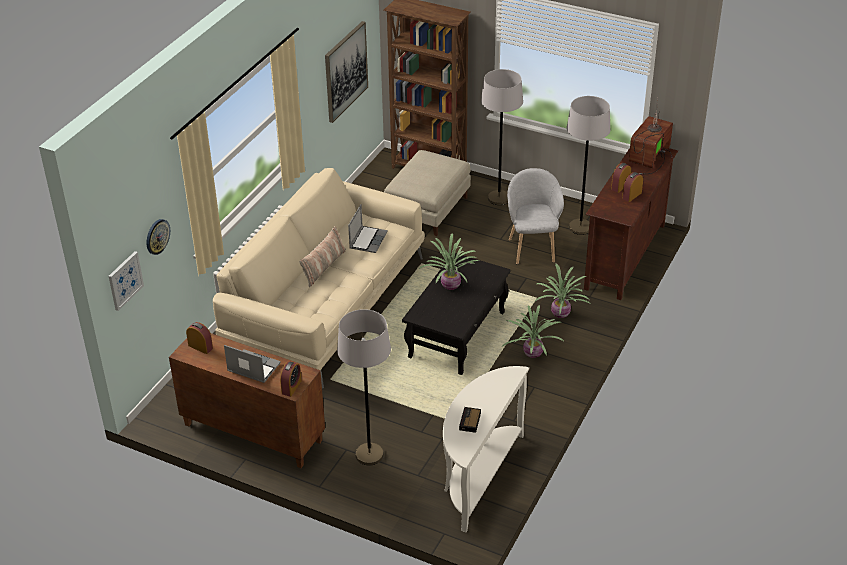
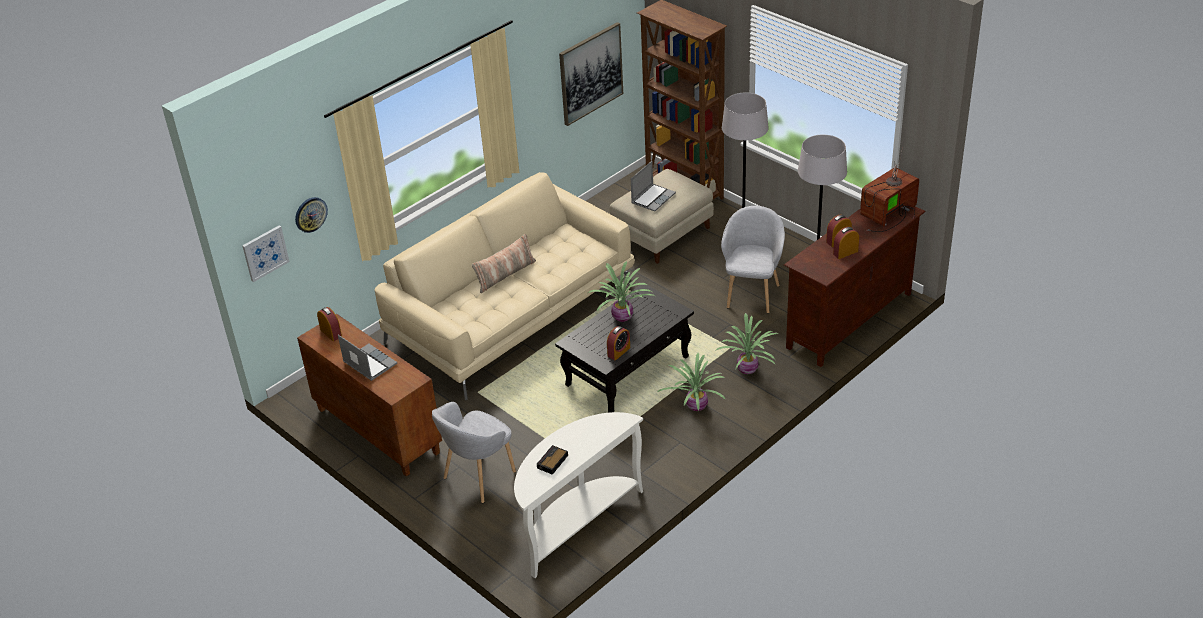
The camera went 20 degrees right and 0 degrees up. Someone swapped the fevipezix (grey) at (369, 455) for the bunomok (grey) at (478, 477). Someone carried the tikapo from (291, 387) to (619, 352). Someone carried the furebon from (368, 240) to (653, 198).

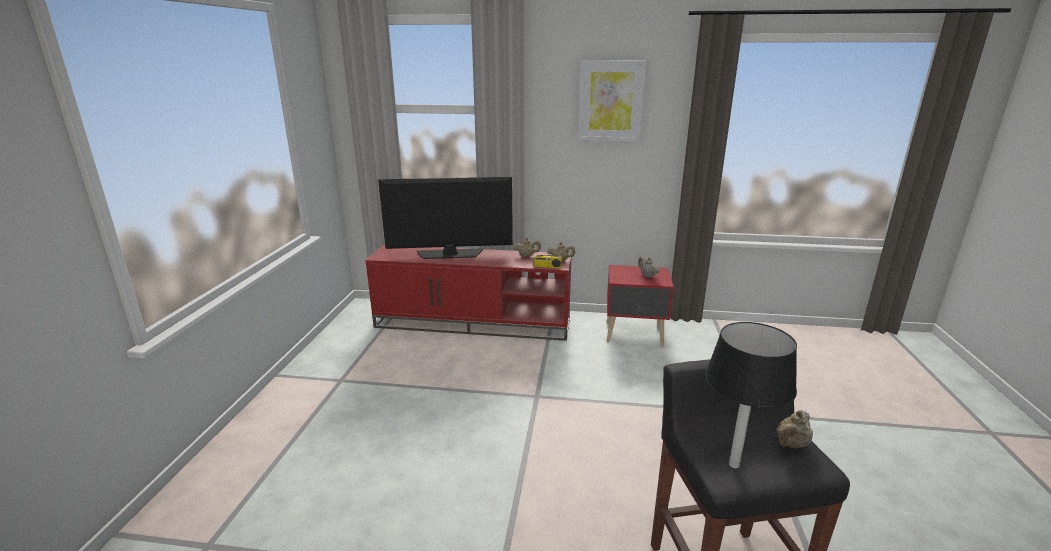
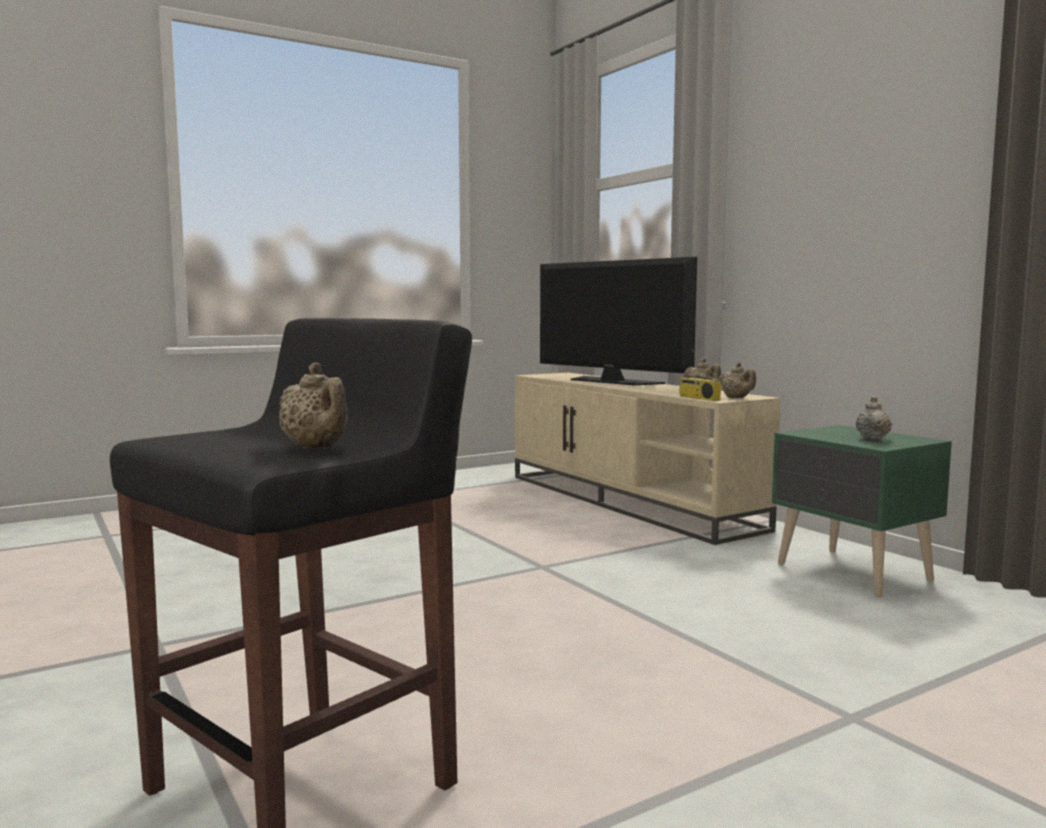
The camera went 50 degrees right and 15 degrees down. Someone rotated the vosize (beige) at (791, 444) by 135 degrees counterclockwise. Someone repainted the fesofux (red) at (474, 323), which became the fesofux (beige) at (630, 501). Someone repainted the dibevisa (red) at (635, 334), which became the dibevisa (green) at (853, 573). Someone took away the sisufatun at (610, 101). Someone took away the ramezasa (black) at (733, 464).

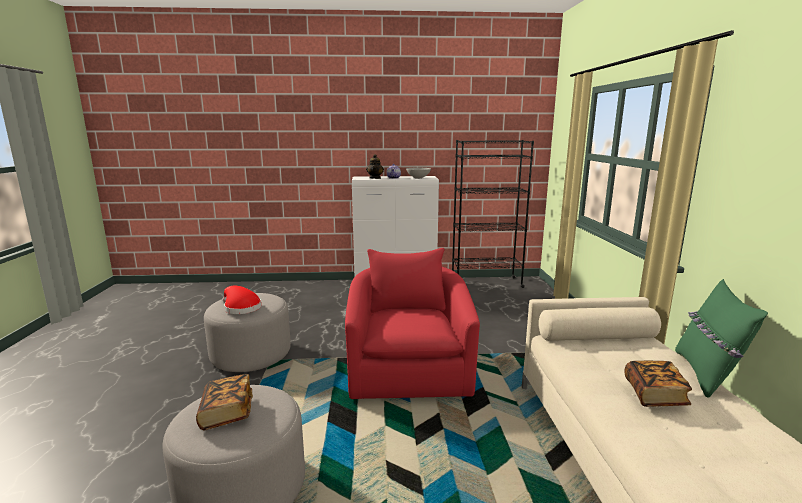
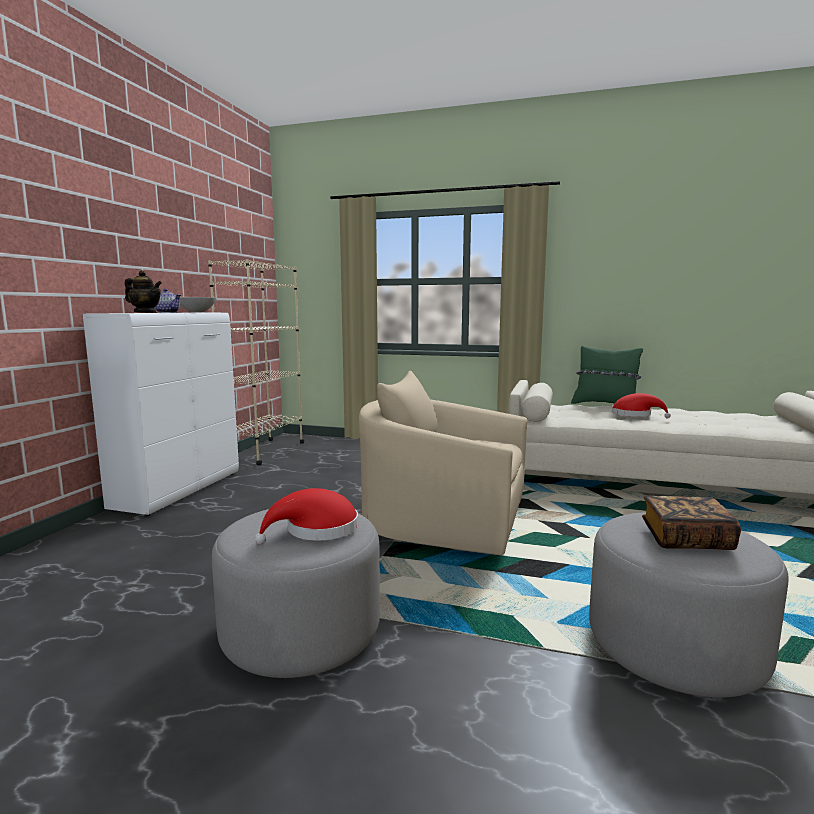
The camera went 70 degrees left and 5 degrees down. Someone repainted the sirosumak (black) at (486, 283), which became the sirosumak (beige) at (264, 452). Someone repainted the bunomok (red) at (409, 369), which became the bunomok (beige) at (443, 520). Someone swapped the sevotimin at (654, 395) for the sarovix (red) at (635, 415).

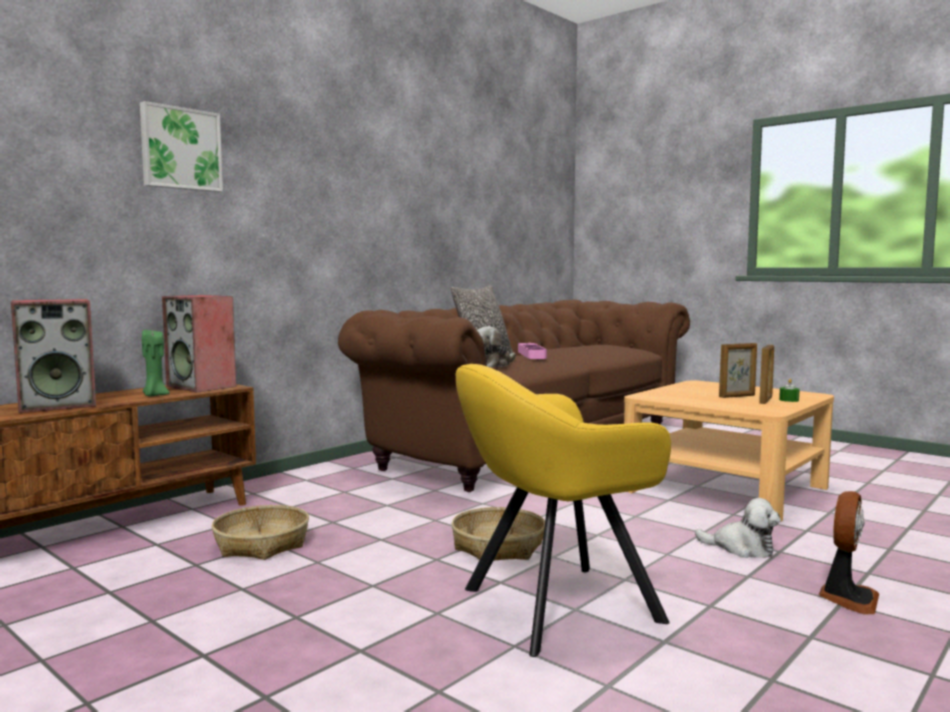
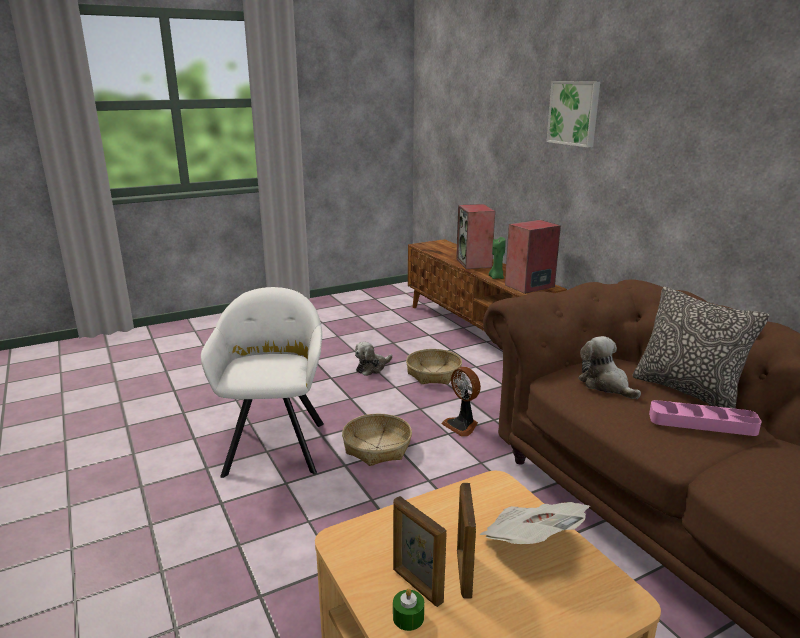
The camera went 110 degrees right and 15 degrees up. Someone repainted the bunomok (yellow) at (552, 607), which became the bunomok (white) at (276, 444). Someone carried the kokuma from (741, 548) to (372, 368). Someone carried the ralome from (847, 598) to (462, 425). Someone put down the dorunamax at (530, 542).

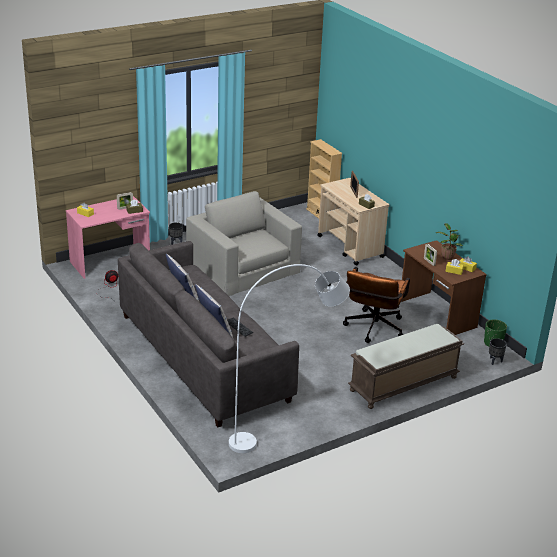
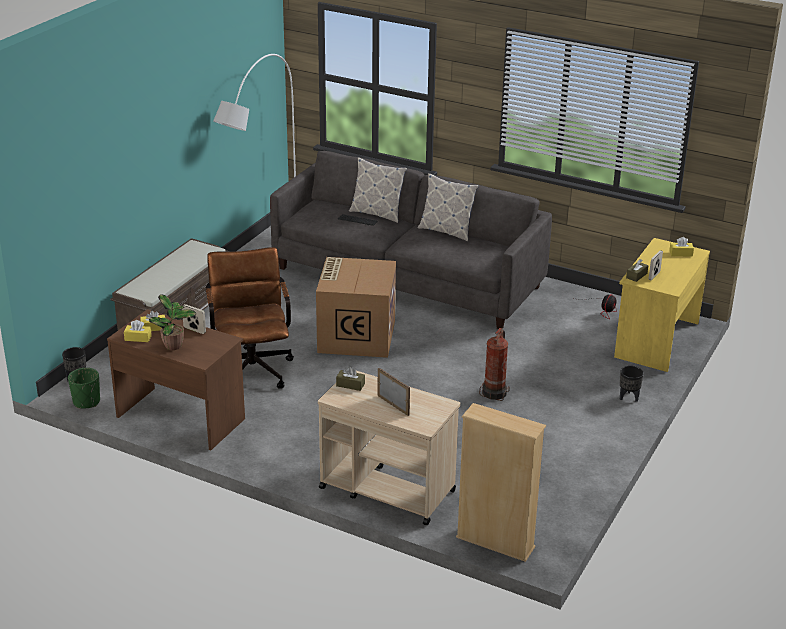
The camera went 150 degrees right and 0 degrees up. Someone put down the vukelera at (355, 336). Someone swapped the bunomok (beige) at (243, 267) for the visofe at (495, 392). Someone repainted the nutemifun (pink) at (110, 262), which became the nutemifun (yellow) at (655, 339).

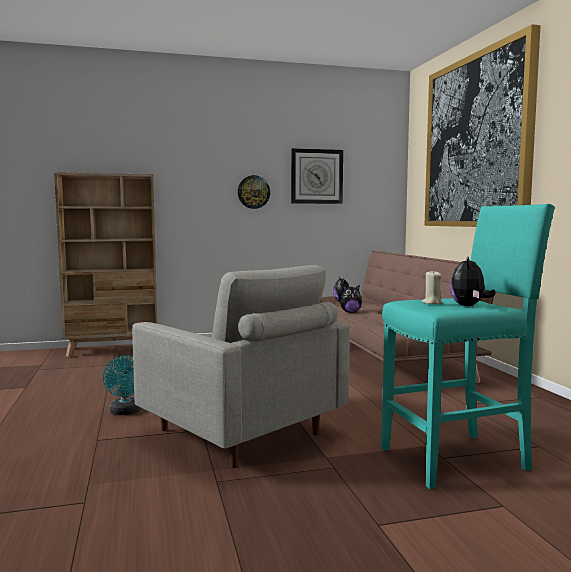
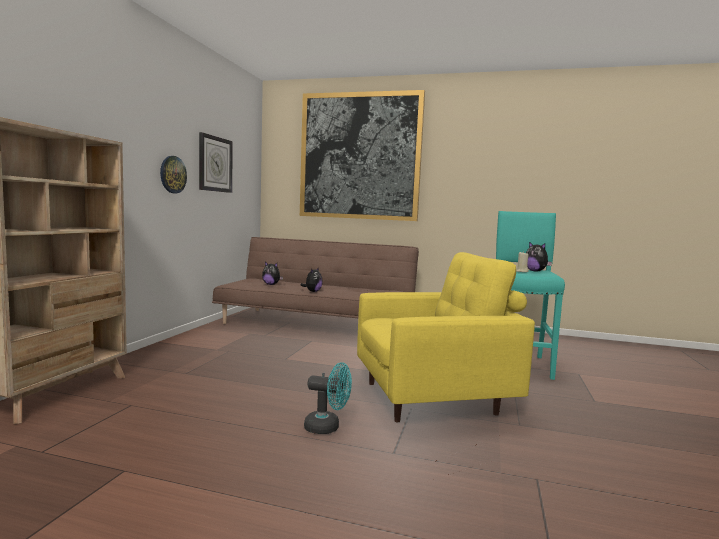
The camera went 60 degrees left and 0 degrees up. Someone repainted the bunomok (grey) at (241, 433), which became the bunomok (yellow) at (433, 398).

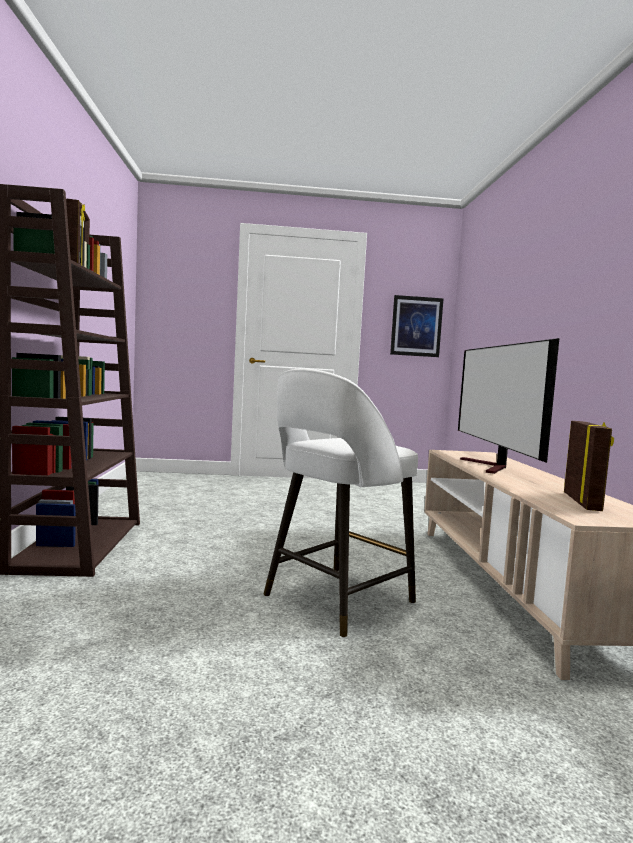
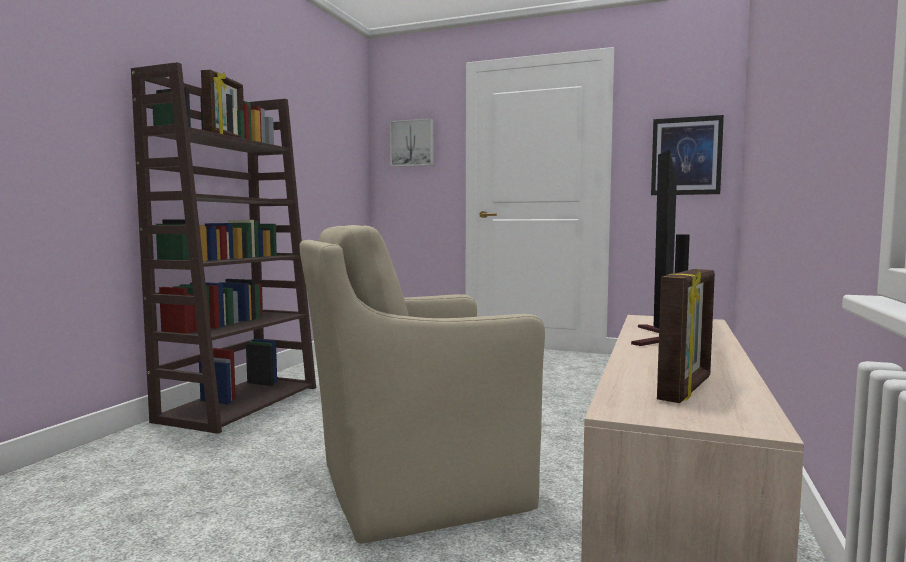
The camera went 25 degrees right and 0 degrees up. Someone swapped the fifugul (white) at (335, 600) for the bunomok (beige) at (415, 488). Someone put up the sisufatun at (412, 143).

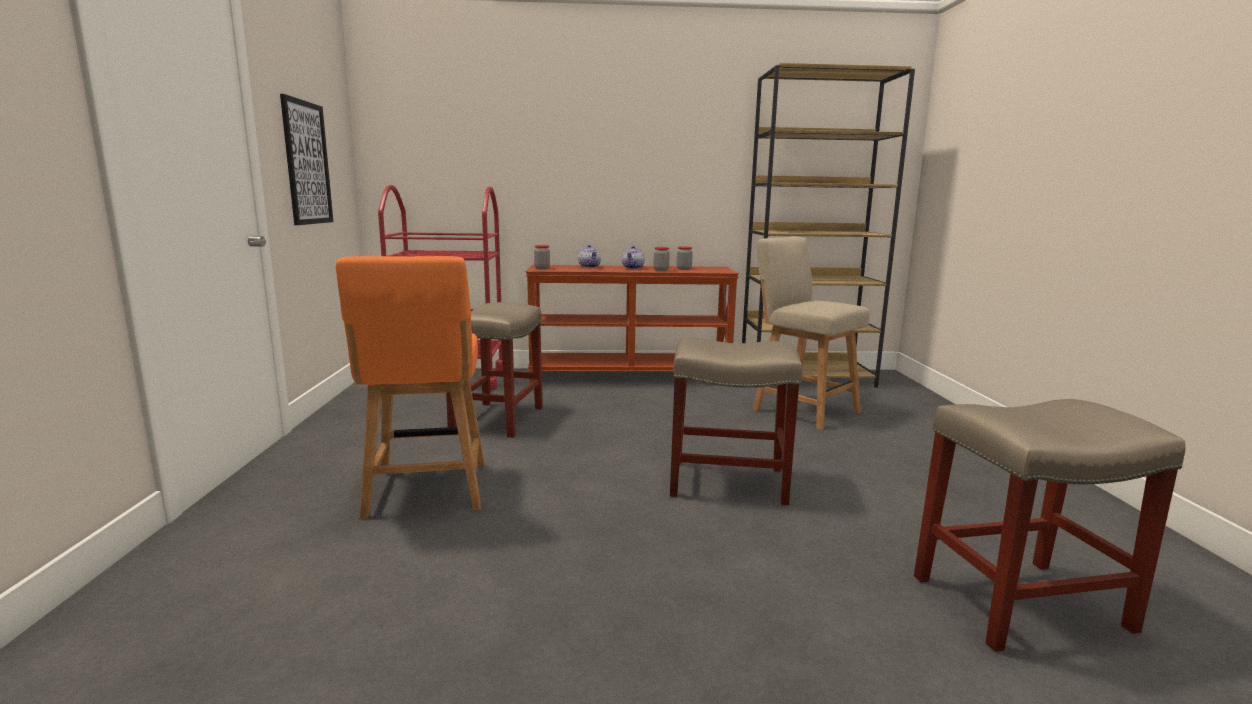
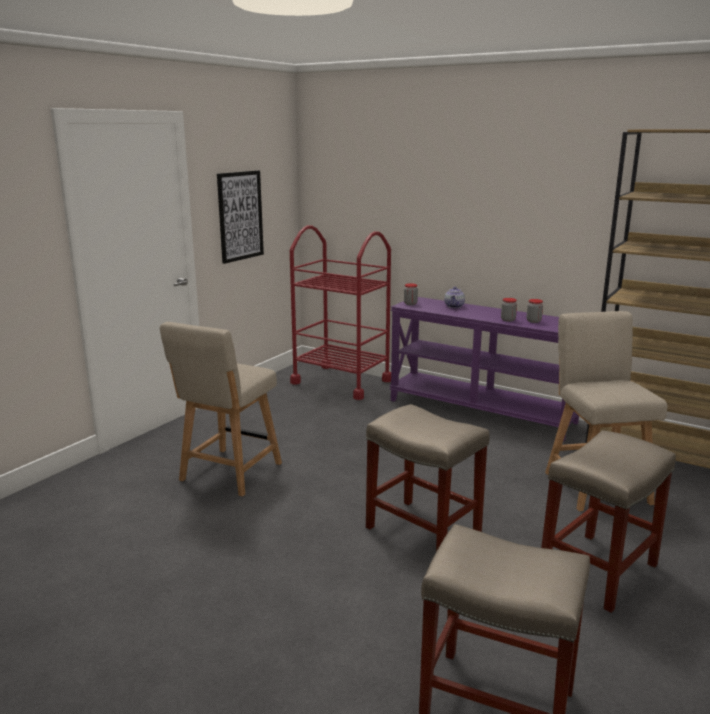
The camera went 35 degrees right and 5 degrees up. Someone repainted the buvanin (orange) at (427, 492), which became the buvanin (beige) at (228, 474). Someone repainted the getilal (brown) at (630, 377), which became the getilal (purple) at (481, 411). Someone carried the fifugul (beige) from (498, 419) to (598, 569). Someone took away the vosize at (633, 268).

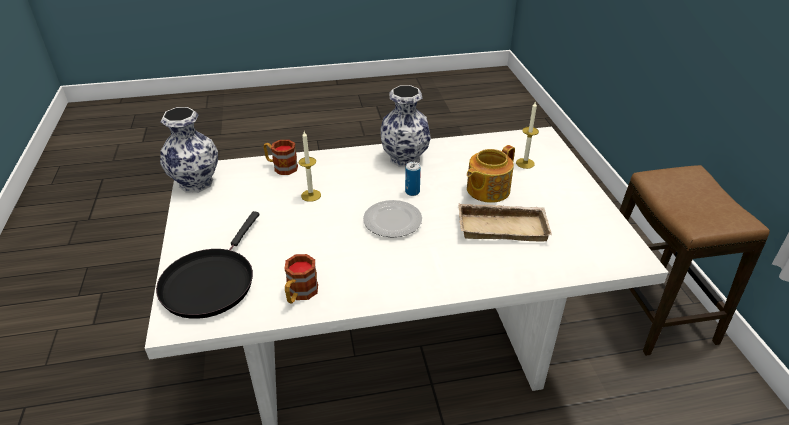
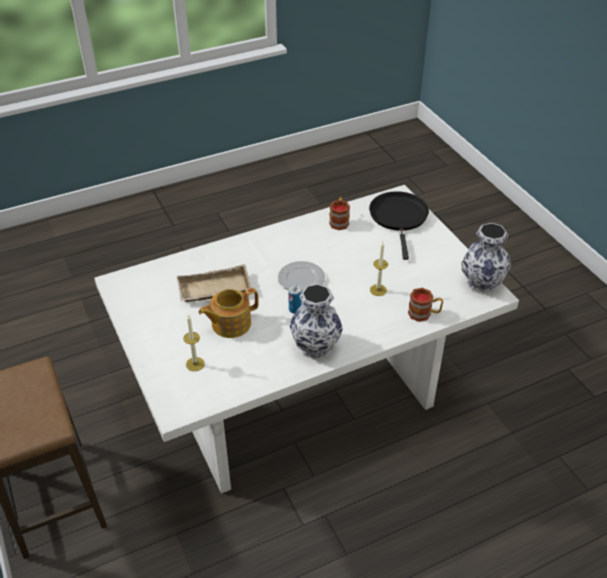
The camera went 165 degrees right and 5 degrees up. Someone rotated the vosize at (487, 190) by 150 degrees counterclockwise.

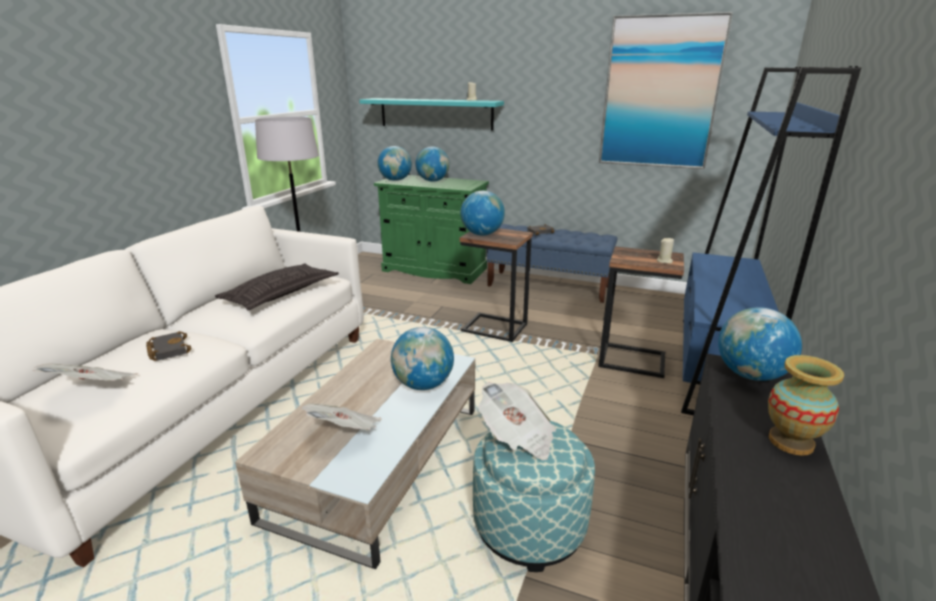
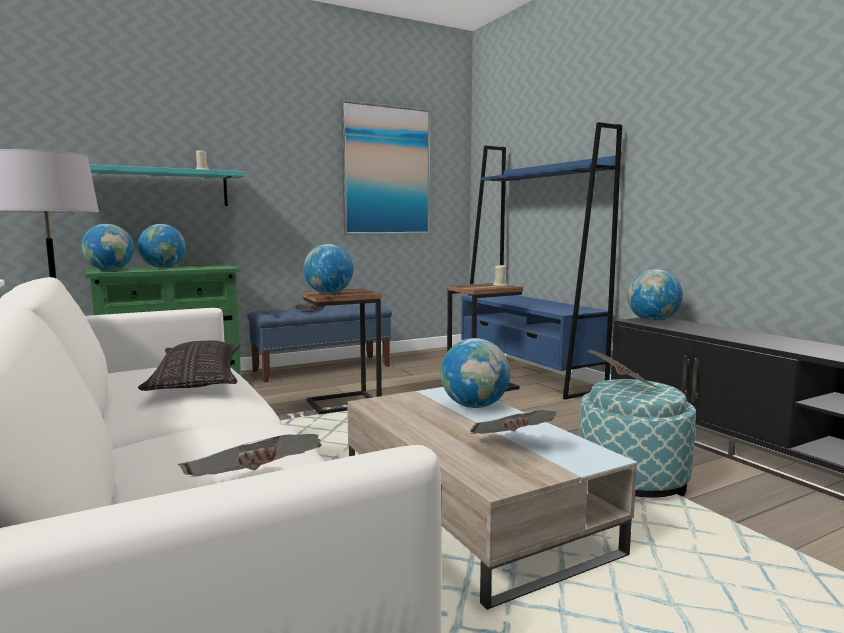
The camera went 50 degrees left and 15 degrees down. Someone took away the sevotimin (black) at (167, 349). Someone took away the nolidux at (791, 442).

